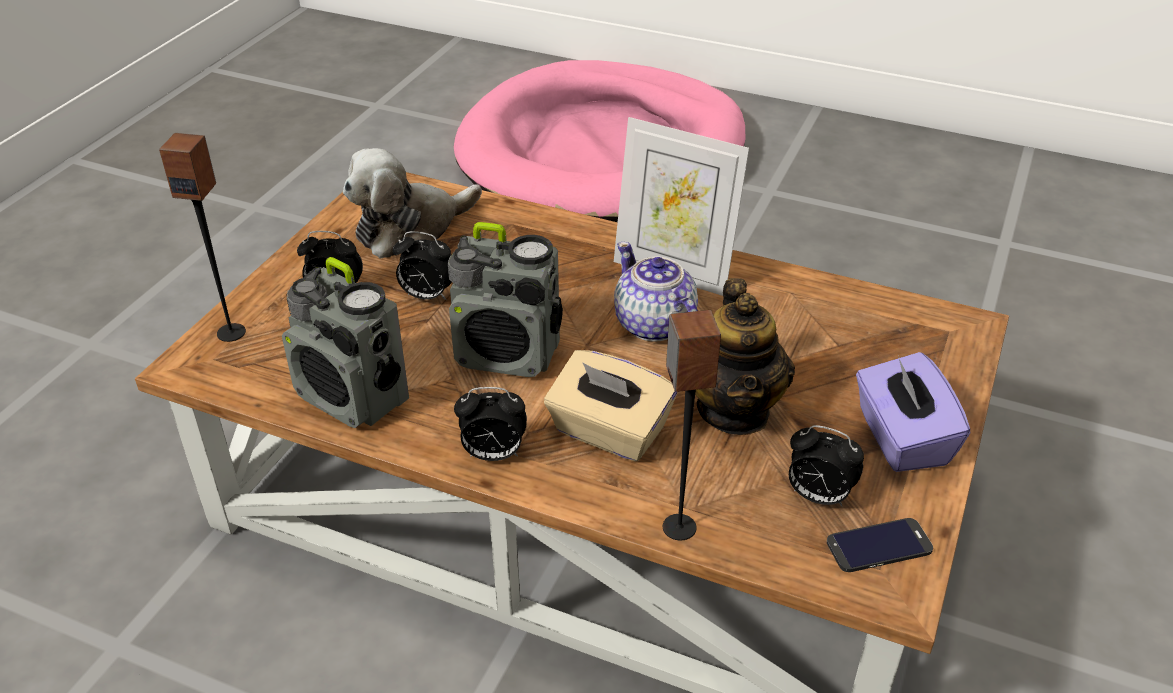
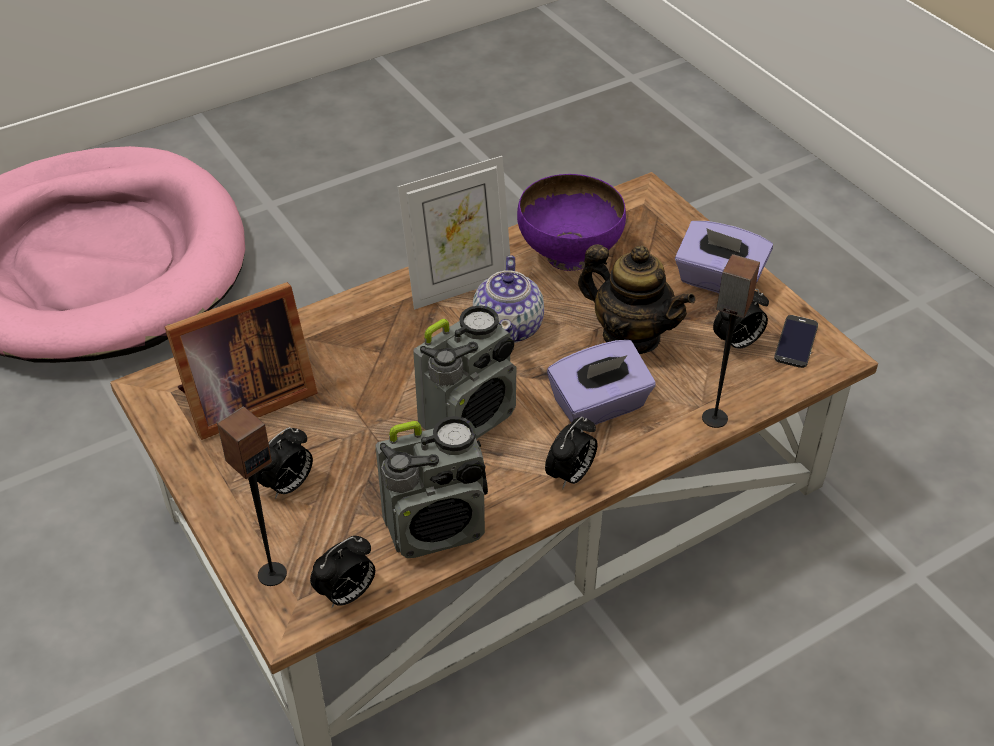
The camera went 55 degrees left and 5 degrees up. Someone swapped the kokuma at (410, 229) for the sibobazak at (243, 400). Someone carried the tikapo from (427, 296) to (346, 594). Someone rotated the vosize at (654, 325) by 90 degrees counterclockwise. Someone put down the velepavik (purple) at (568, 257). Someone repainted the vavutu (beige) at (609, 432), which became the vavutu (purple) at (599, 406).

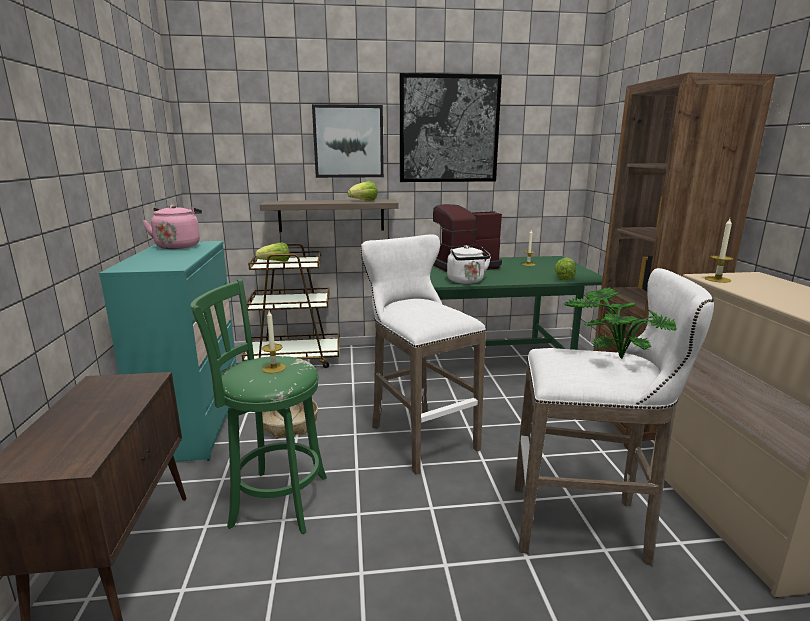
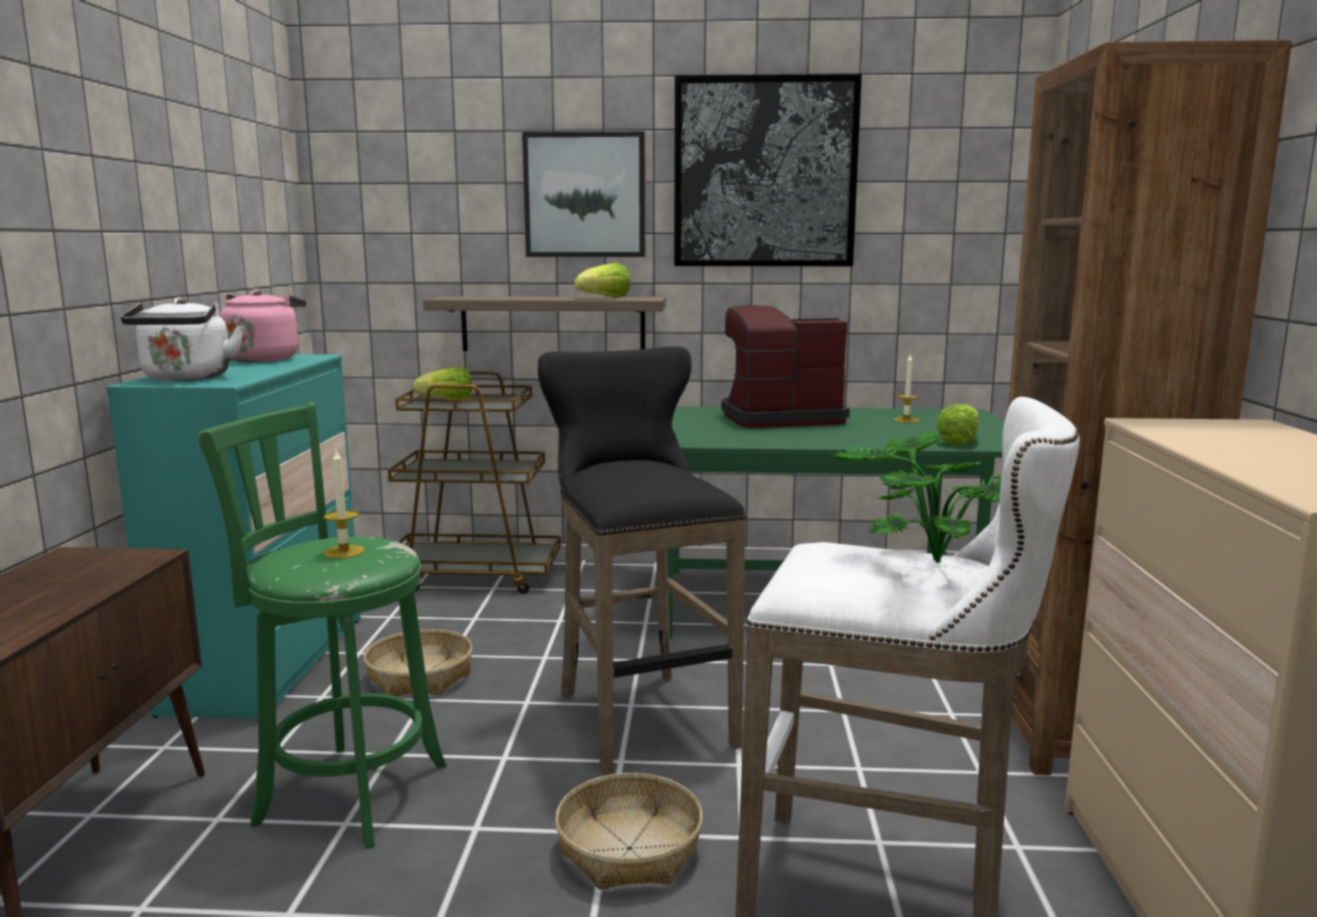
The camera went 10 degrees right and 5 degrees down. Someone carried the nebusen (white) from (466, 281) to (186, 378). Someone repainted the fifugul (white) at (419, 436), which became the fifugul (black) at (639, 714). Someone put down the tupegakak at (630, 849). Someone took away the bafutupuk at (717, 279).

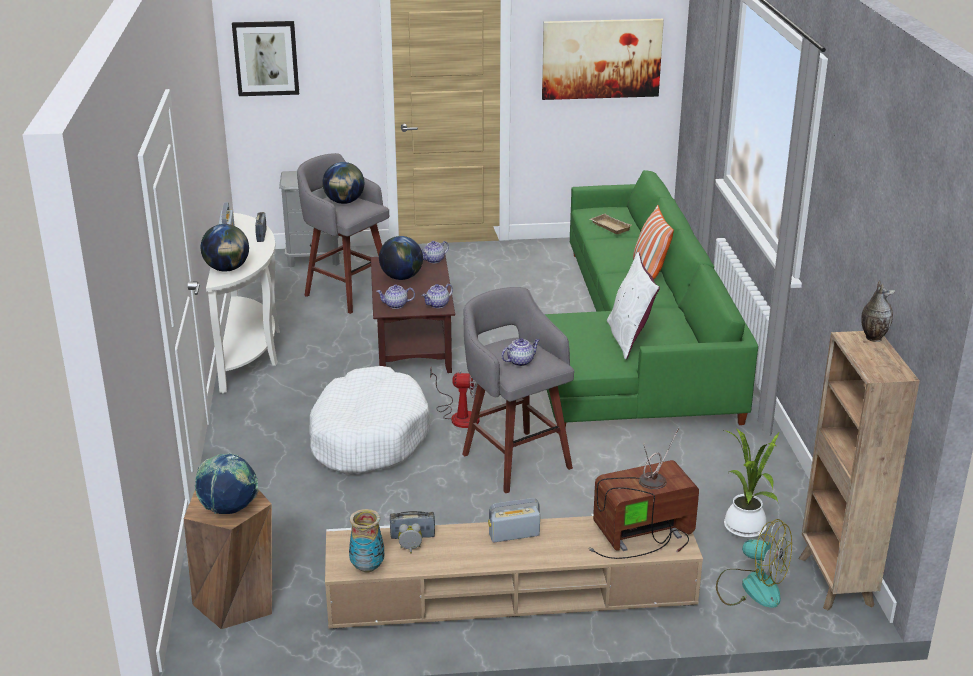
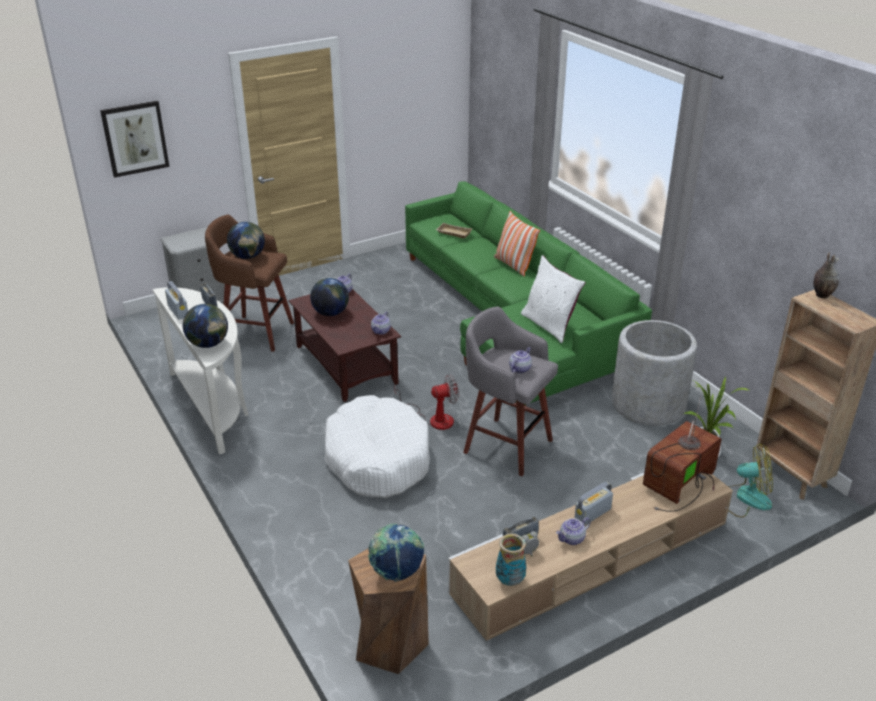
The camera went 25 degrees left and 5 degrees up. Someone repainted the fifugul (grey) at (347, 292), which became the fifugul (brown) at (255, 333). Someone carried the vosize from (396, 305) to (572, 539). Someone put down the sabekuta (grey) at (648, 404). Someone took away the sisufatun at (601, 58).

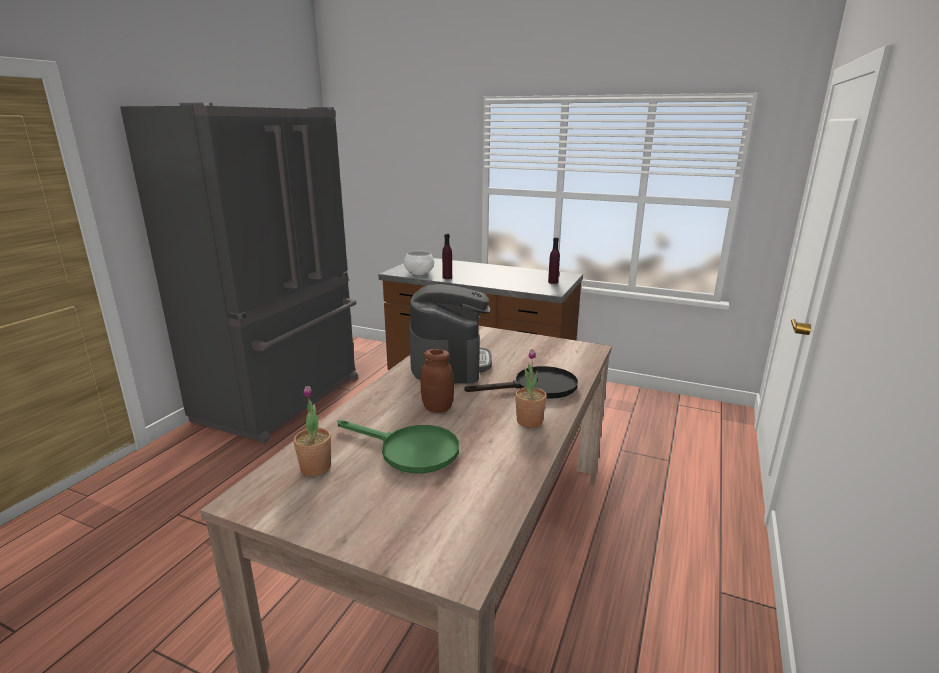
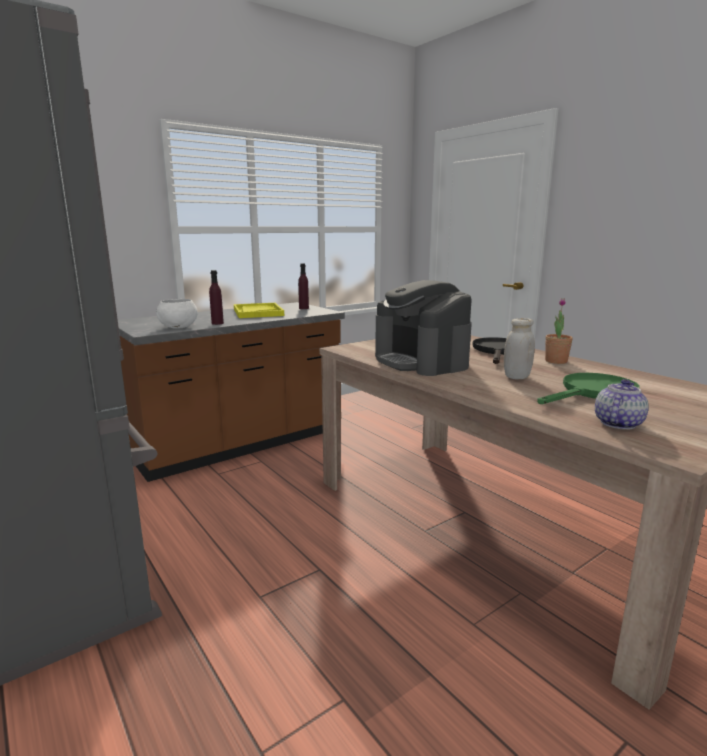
The camera went 60 degrees left and 5 degrees down. Someone put down the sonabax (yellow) at (258, 312). Someone rotated the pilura at (449, 362) by 150 degrees counterclockwise. Someone repainted the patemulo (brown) at (437, 408), which became the patemulo (white) at (516, 376). Someone swapped the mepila at (315, 467) for the vosize at (617, 423).

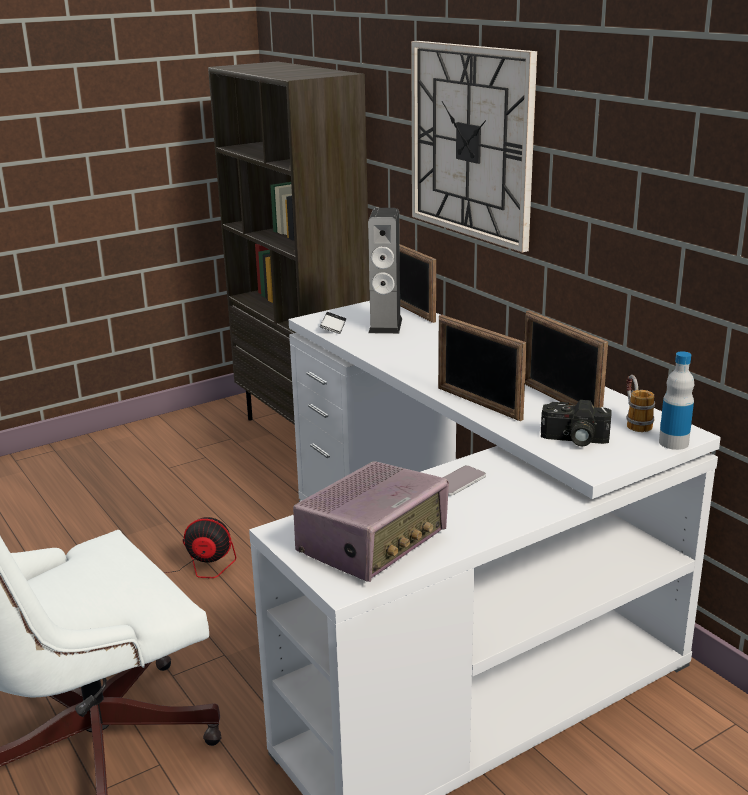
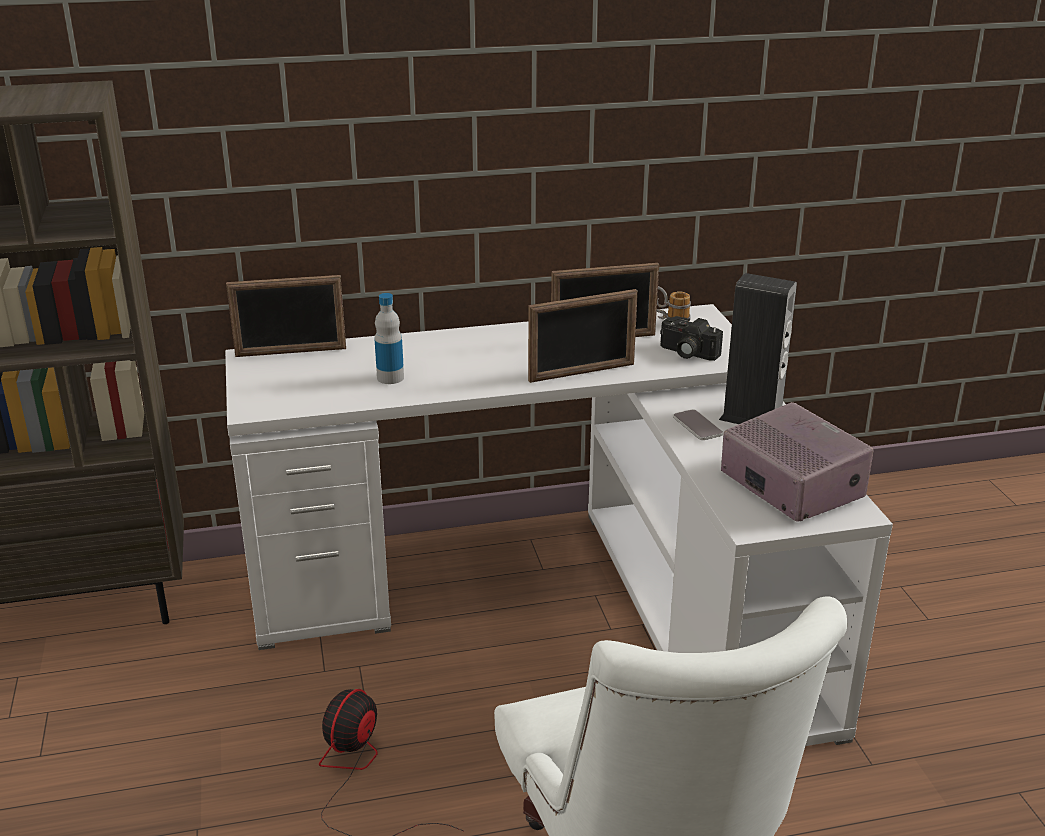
The camera went 70 degrees left and 5 degrees up. Someone carried the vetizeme from (673, 443) to (390, 378). Someone rotated the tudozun at (574, 440) by 90 degrees clockwise. Someone carried the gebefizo from (385, 325) to (752, 417). Someone took away the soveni at (333, 326). Someone took away the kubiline at (471, 142).

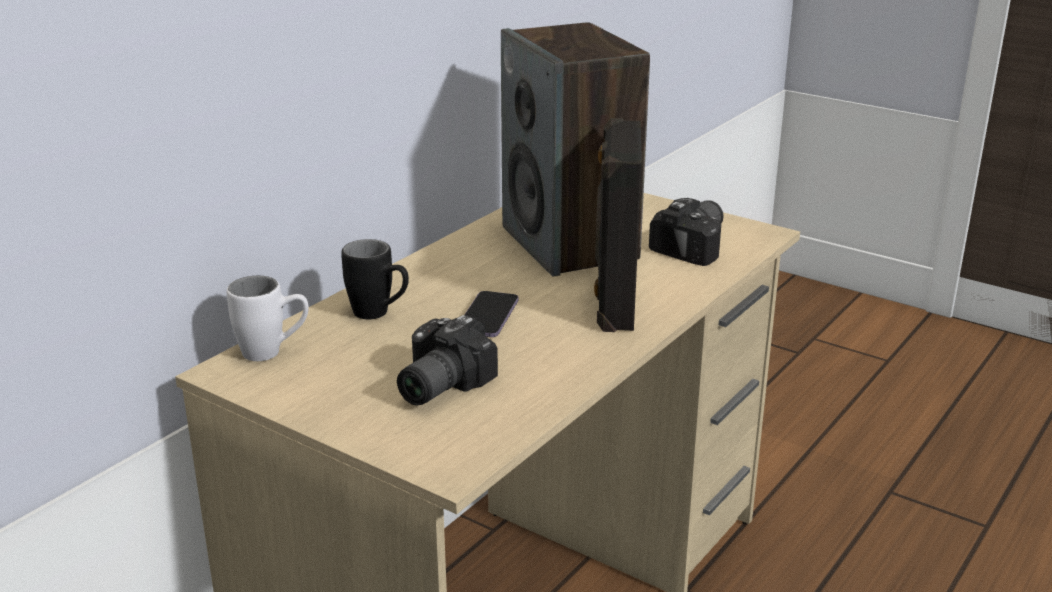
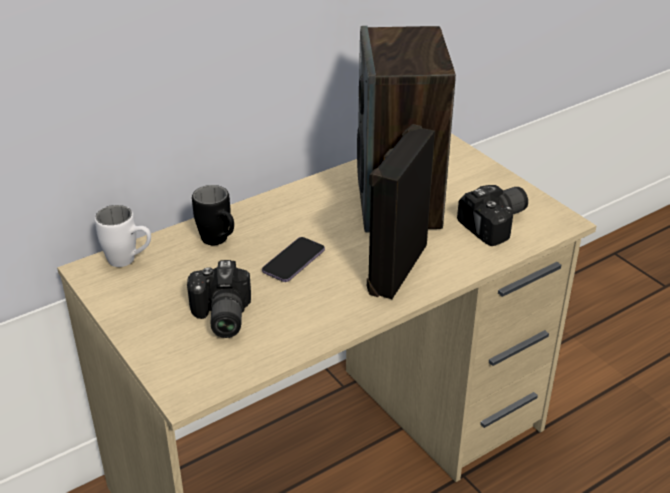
The camera went 20 degrees right and 10 degrees up. Someone rotated the tudozun at (436, 385) by 60 degrees counterclockwise.

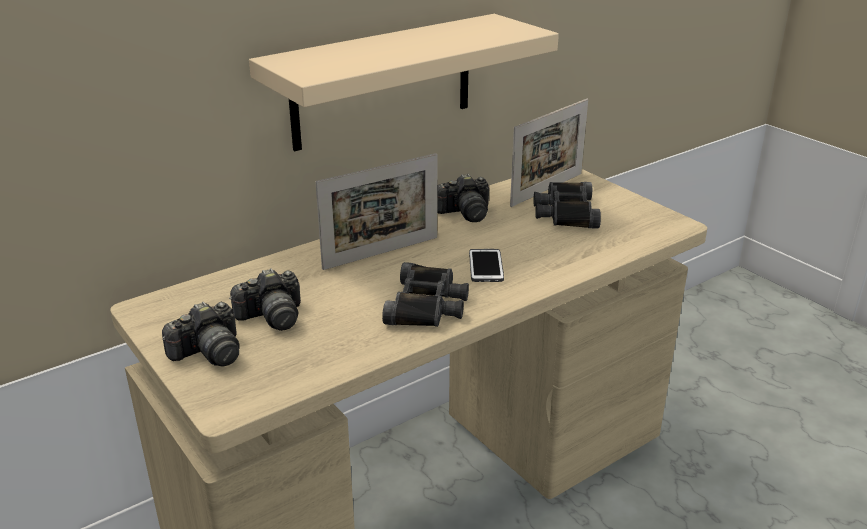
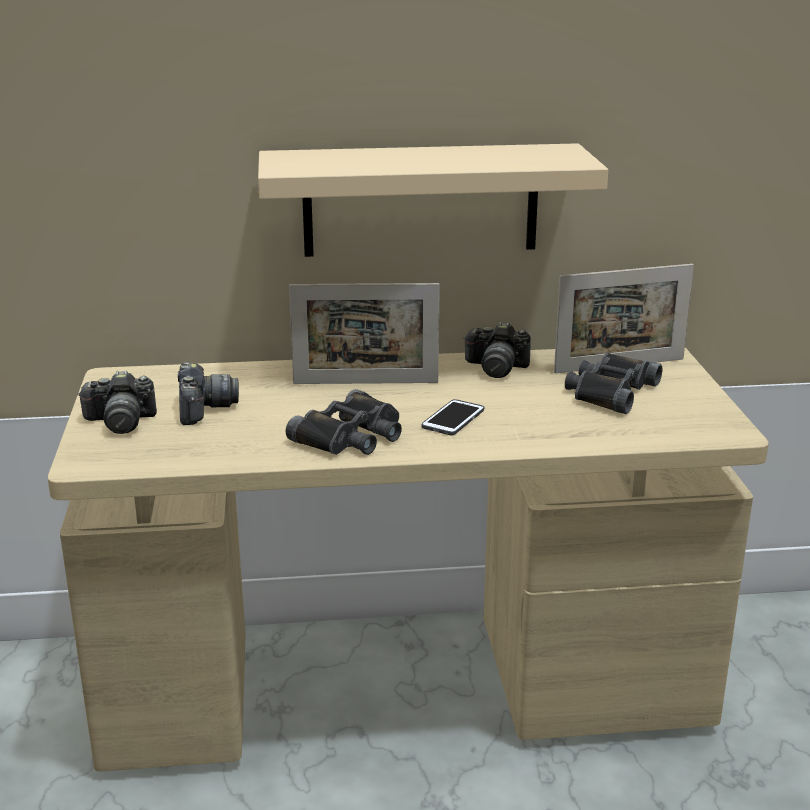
The camera went 30 degrees right and 5 degrees down. Someone rotated the tudozun at (272, 317) by 105 degrees counterclockwise.

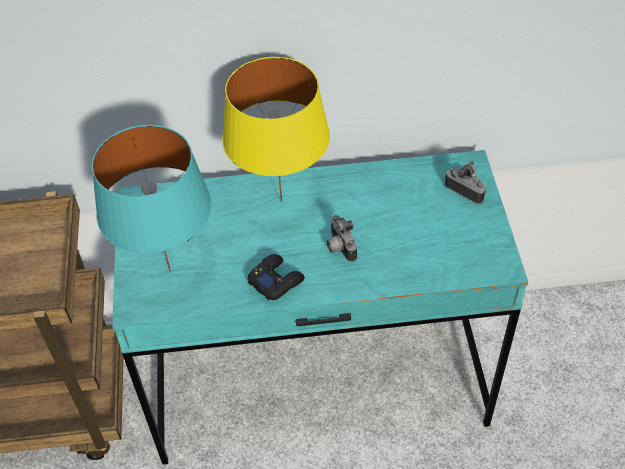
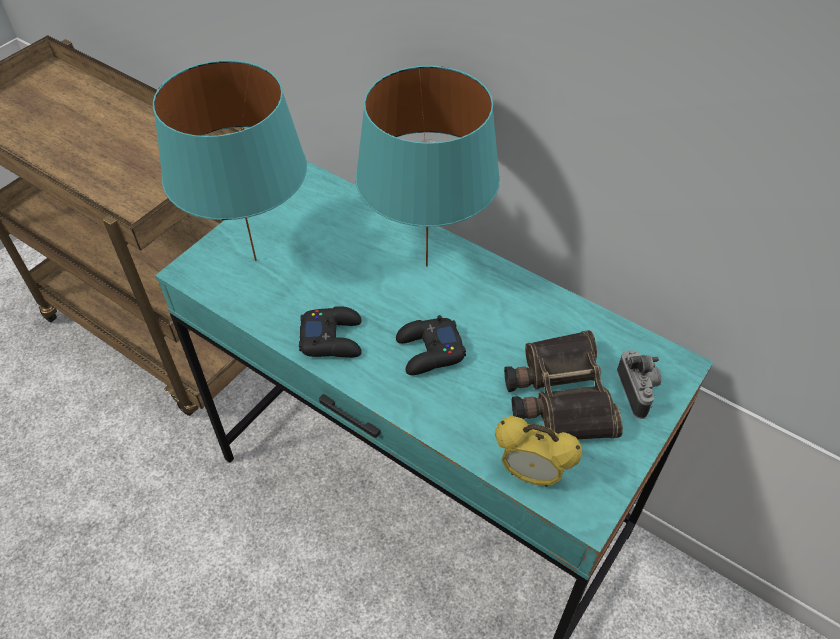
The camera went 40 degrees right and 0 degrees up. Someone repainted the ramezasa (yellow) at (280, 201), which became the ramezasa (turquoise) at (425, 265). Someone swapped the tudozun at (339, 247) for the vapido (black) at (429, 351). Someone put down the tikapo at (531, 474). Someone put down the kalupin at (558, 395).

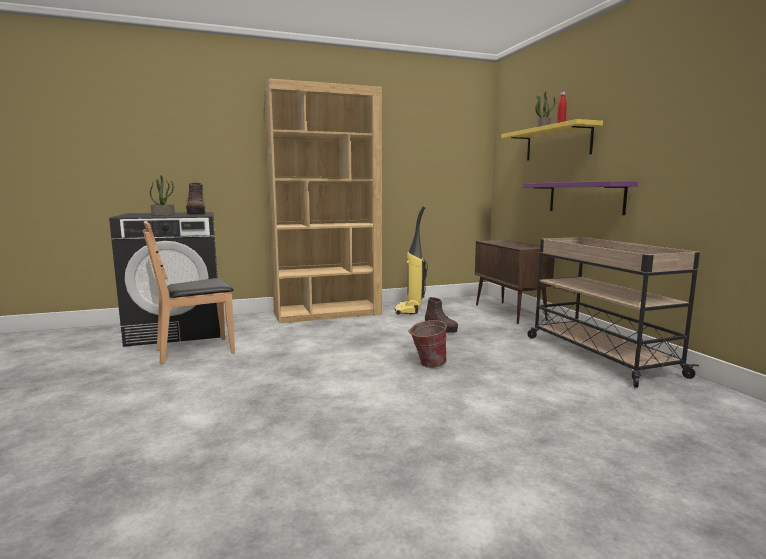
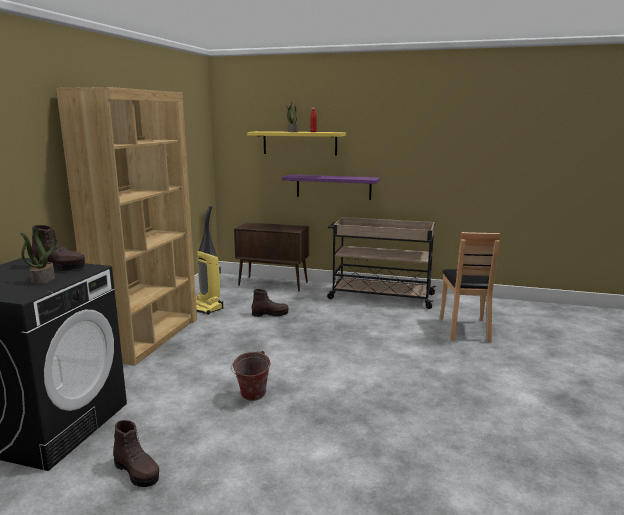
The camera went 55 degrees left and 5 degrees up. Someone put down the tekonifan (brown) at (137, 472). Someone carried the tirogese from (427, 365) to (251, 397). Someone carried the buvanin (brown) from (196, 351) to (465, 329).

